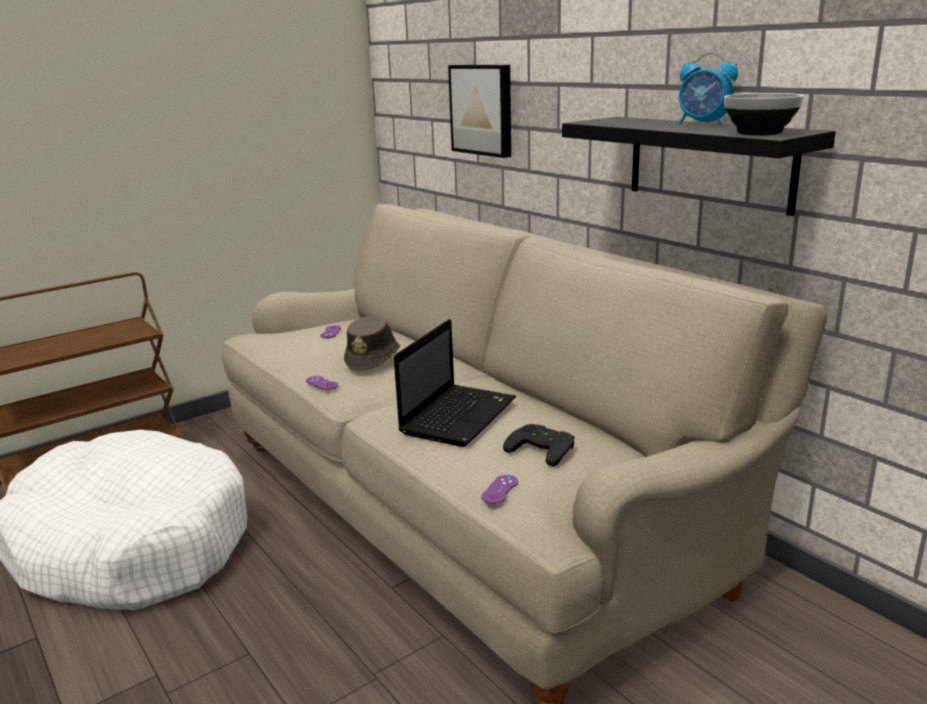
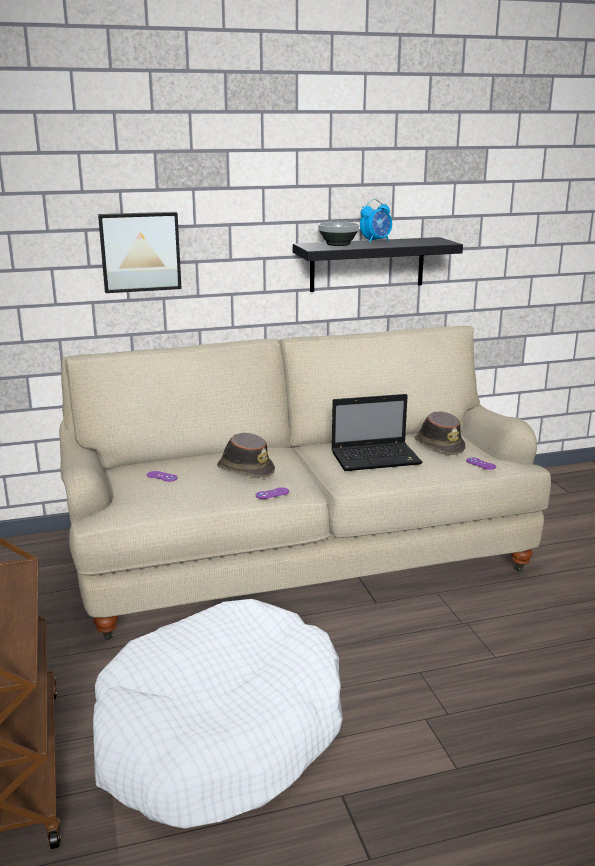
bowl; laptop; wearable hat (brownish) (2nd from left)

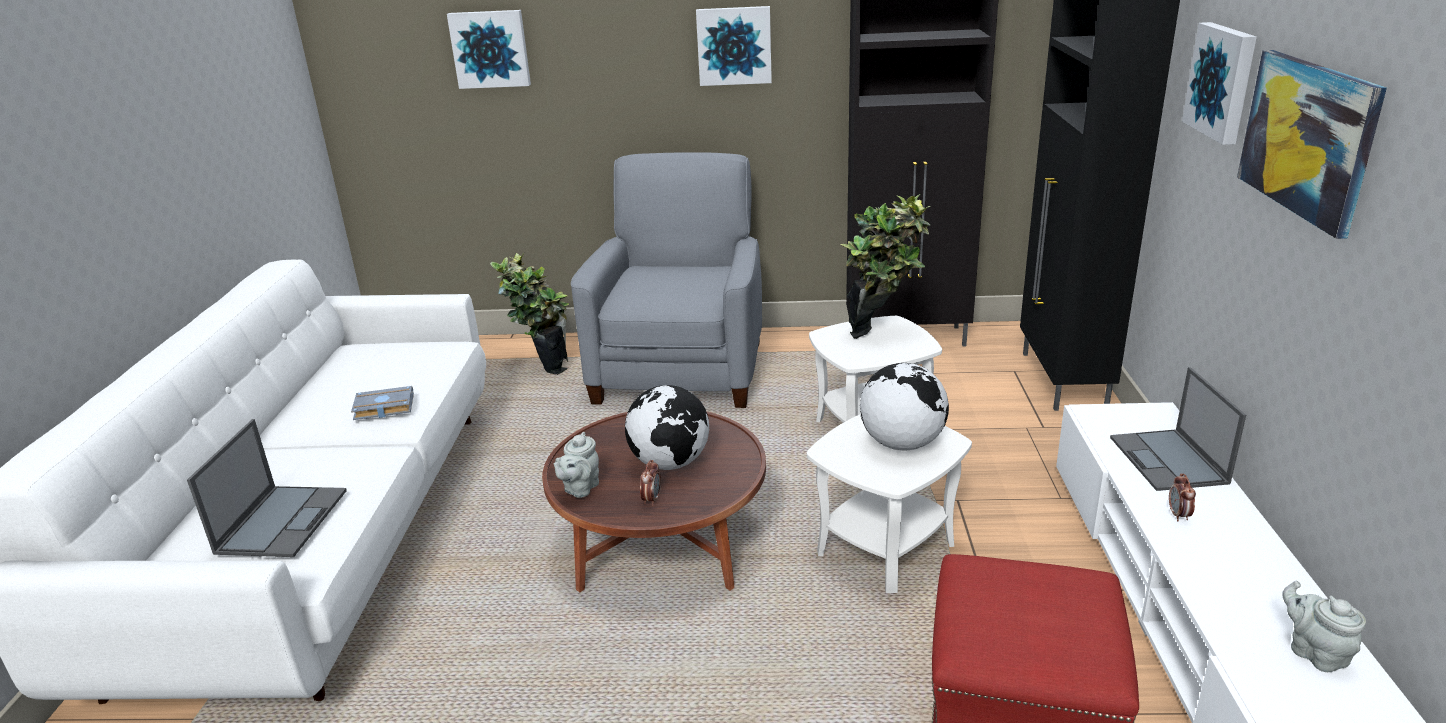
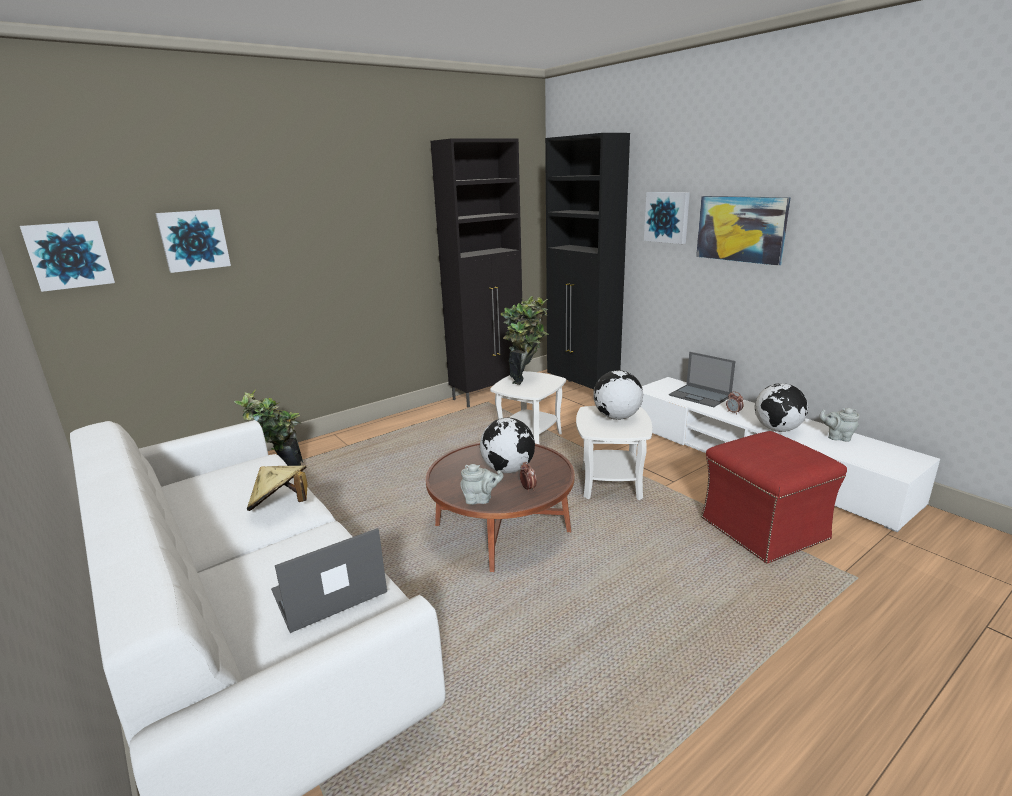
wall art (1st from left); wearable hat (beige); laptop (1st from left); tea pot (grey) (1st from left); globe (3rd from left); lounge chair (grey)

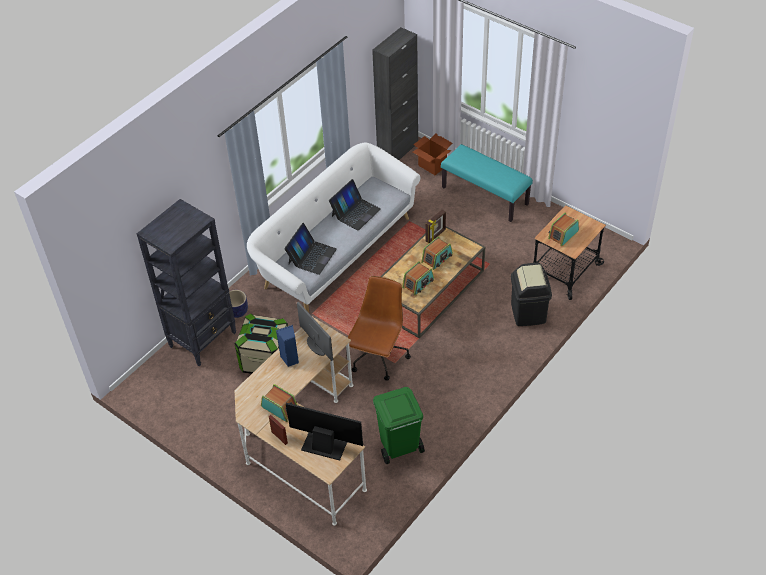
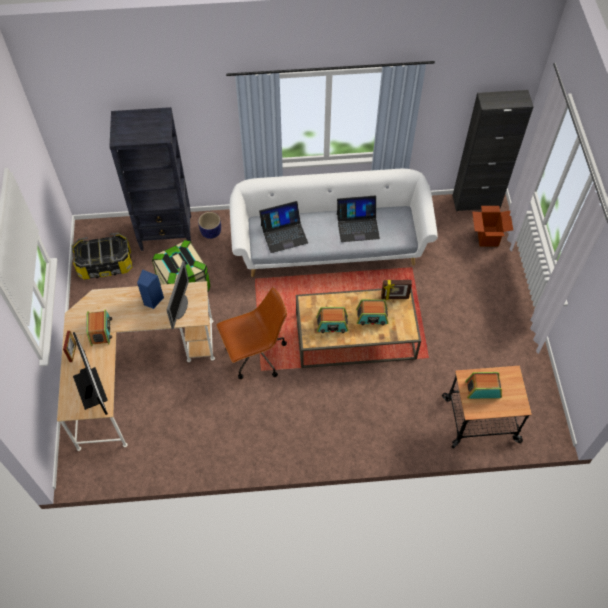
storage box (1st from left); rubbish bin (green); bench (turquoise-coloured); rubbish bin (black-coloured)

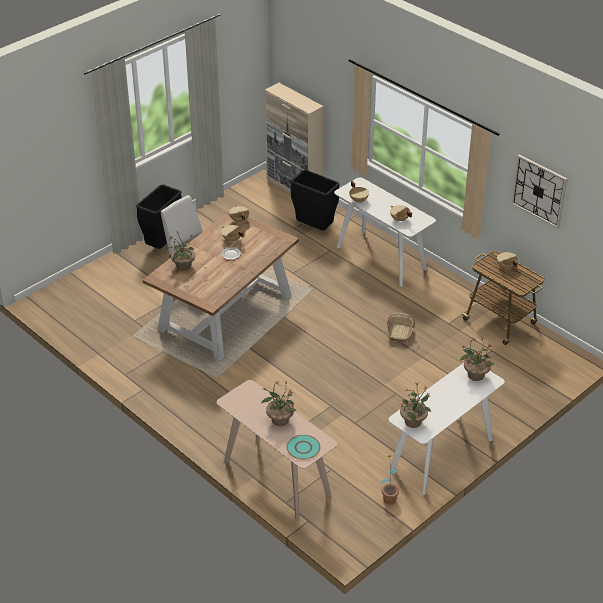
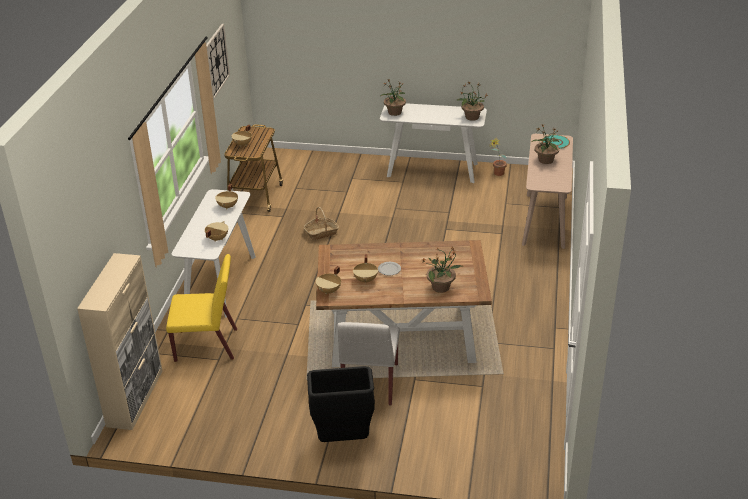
plain chair (yellow-coloured)

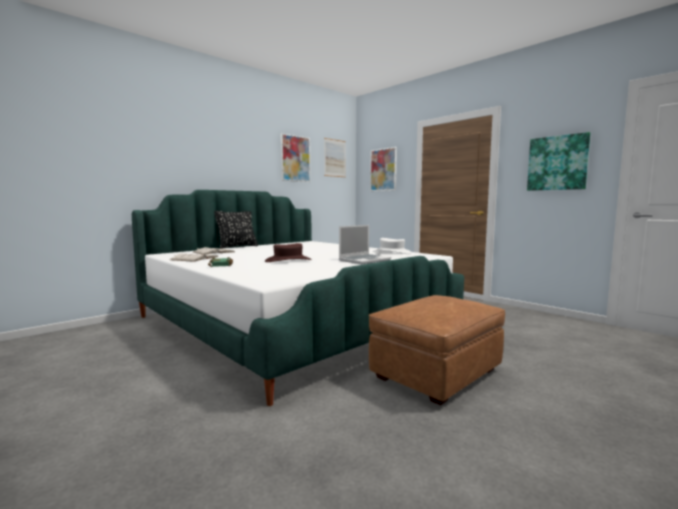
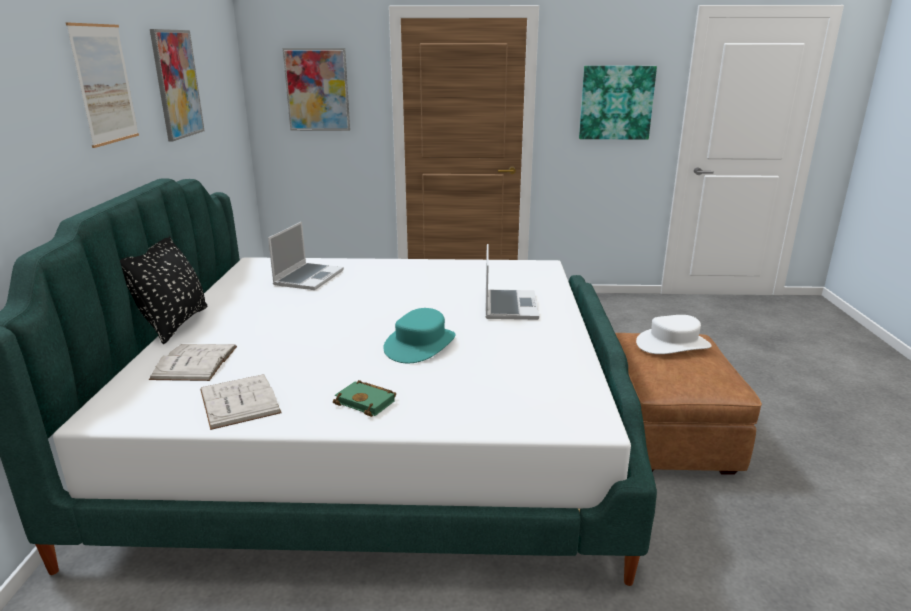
wall art (1st from left); laptop (1st from left); wearable hat (turquoise-coloured); wearable hat (white)

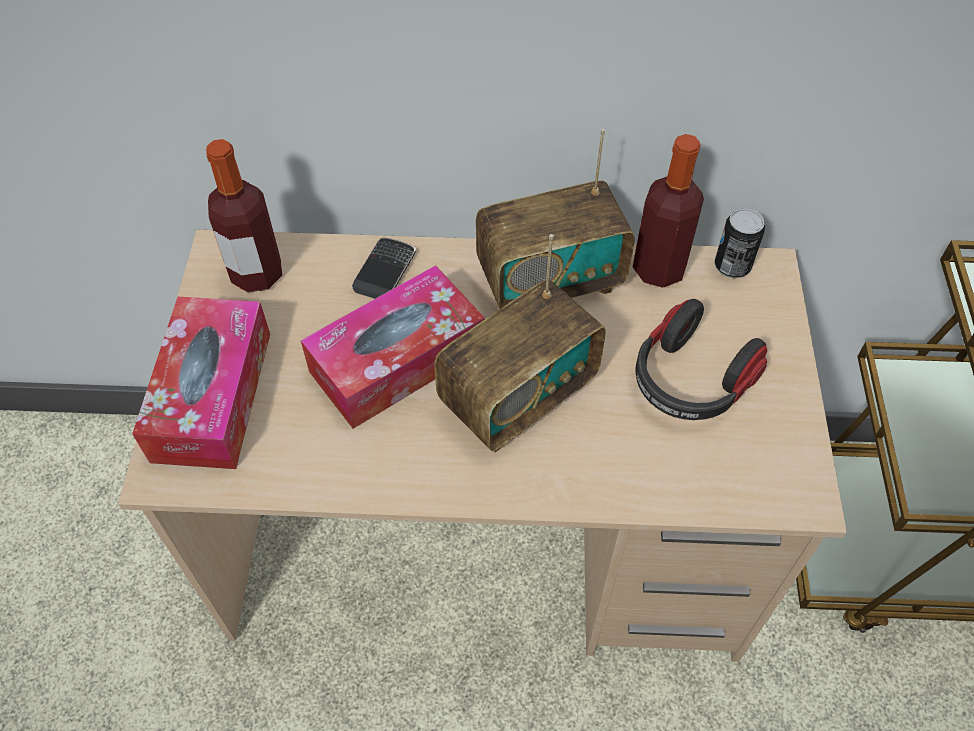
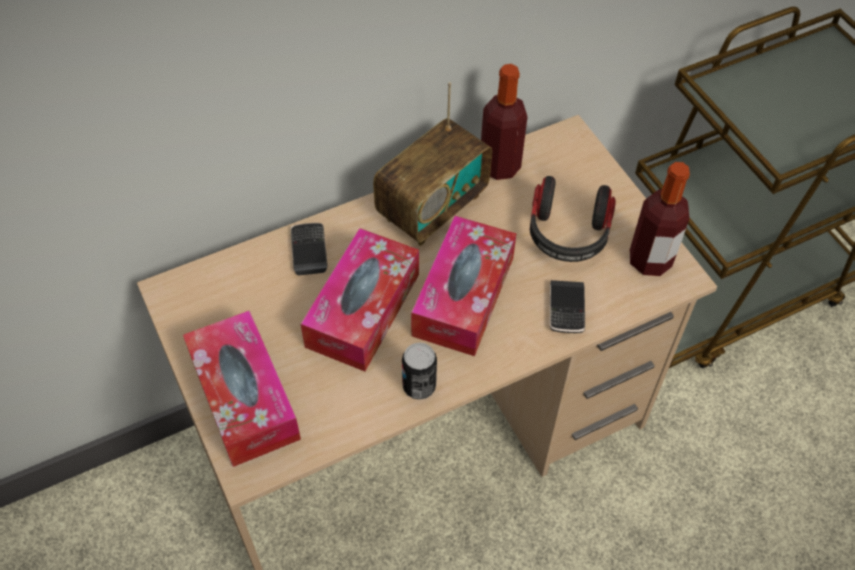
metal can; box of tissues (3rd from left); telephone (2nd from left); bottle (2nd from left)

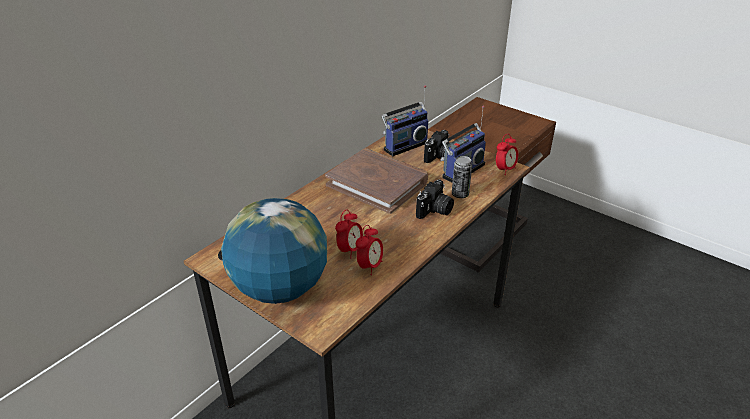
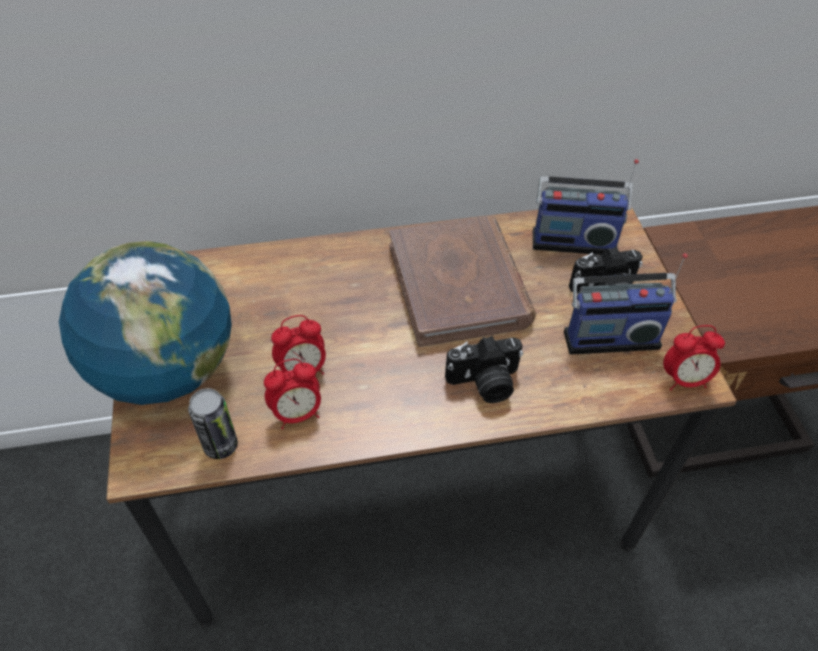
metal can

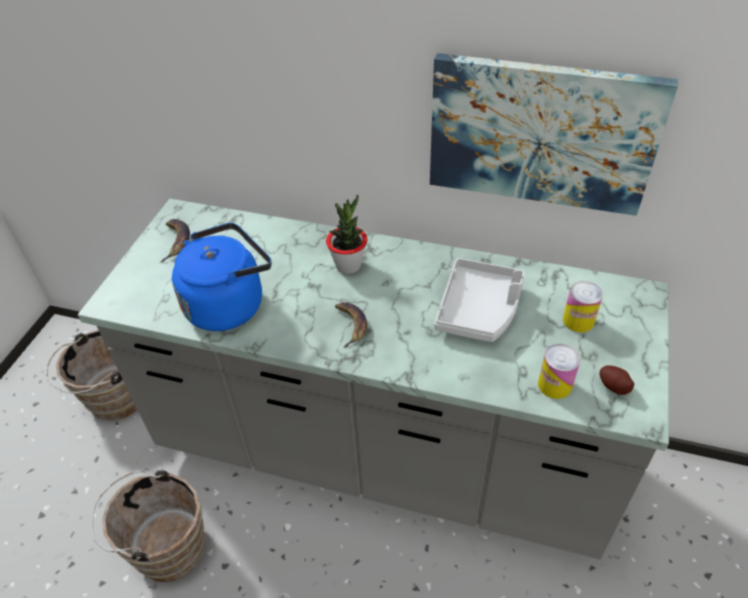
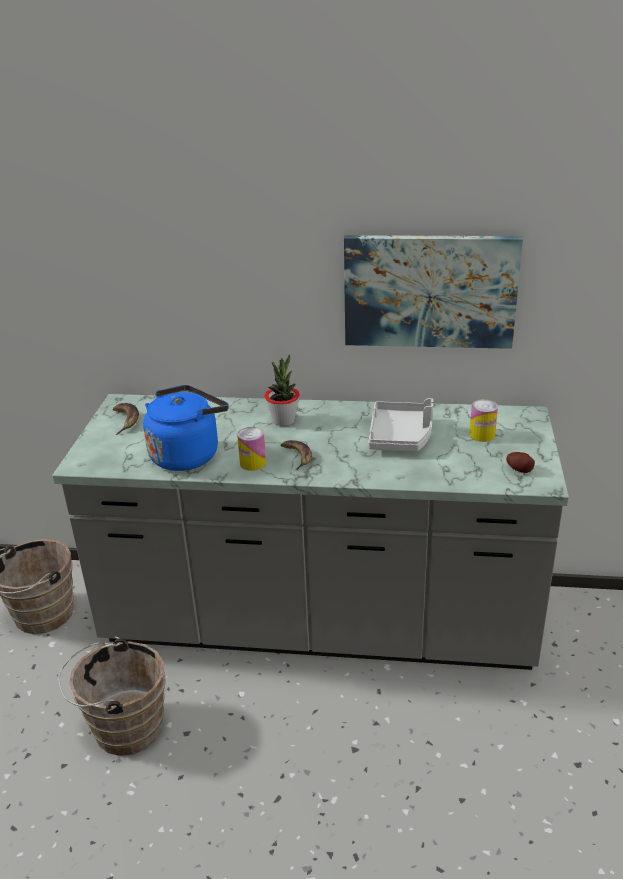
metal can (1st from left)

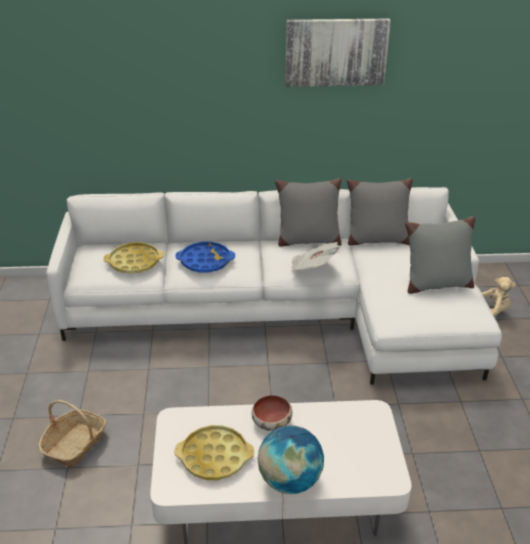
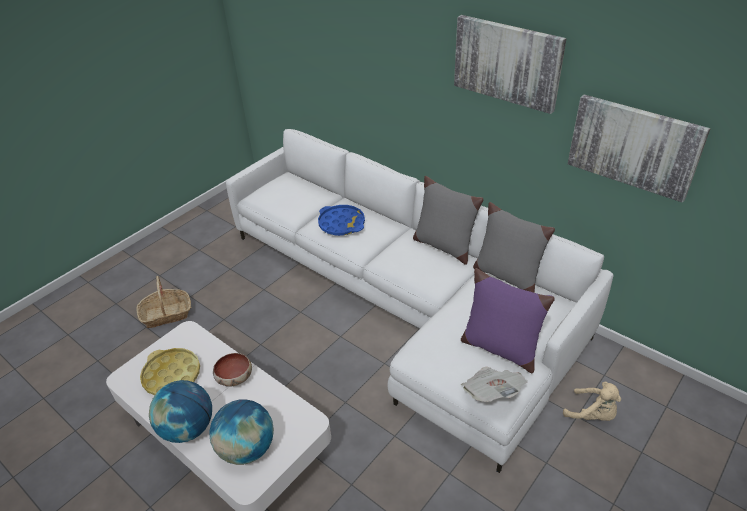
globe (2nd from left); pillow (purplish); printed paper; wall art (2nd from left); carrying tray (yellow-coloured) (1st from left in the first image)

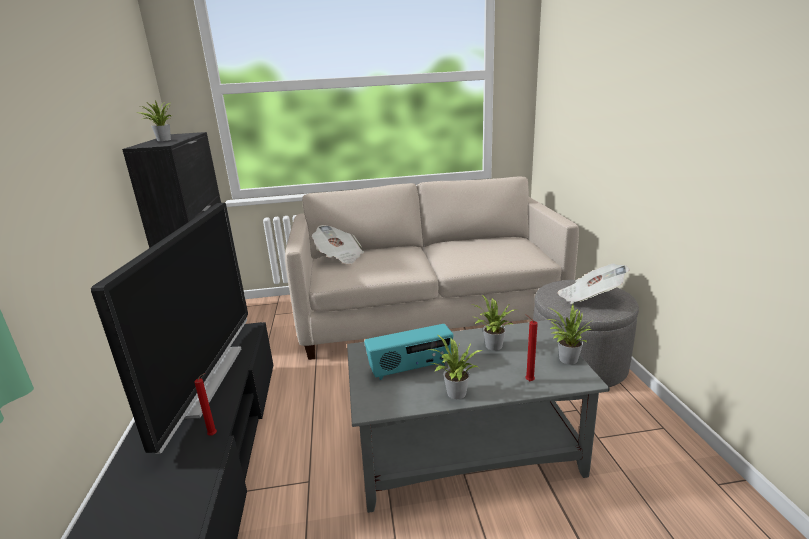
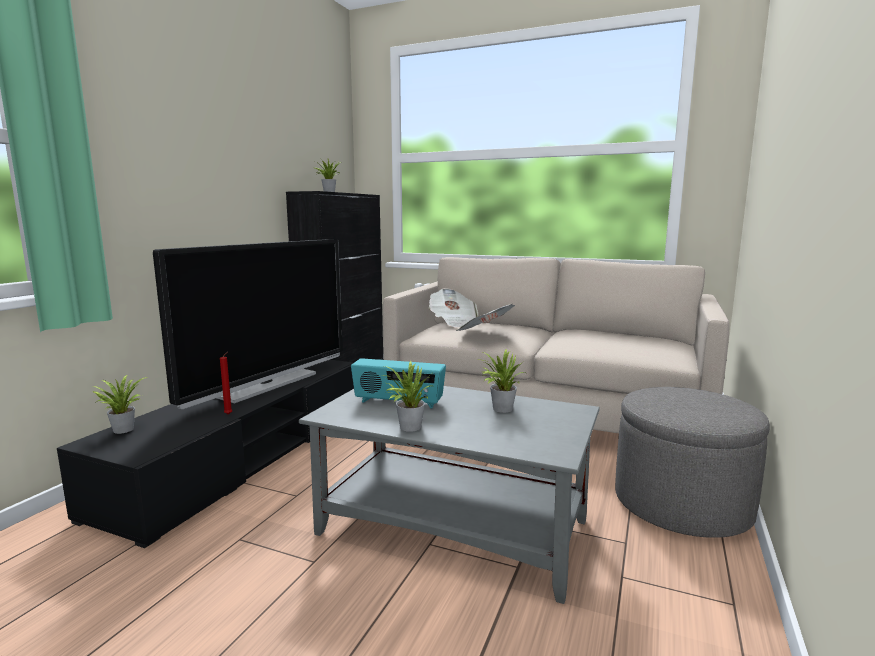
potted plant (1st from left); printed paper (2nd from left); wax candle (red) (2nd from left in the first image)

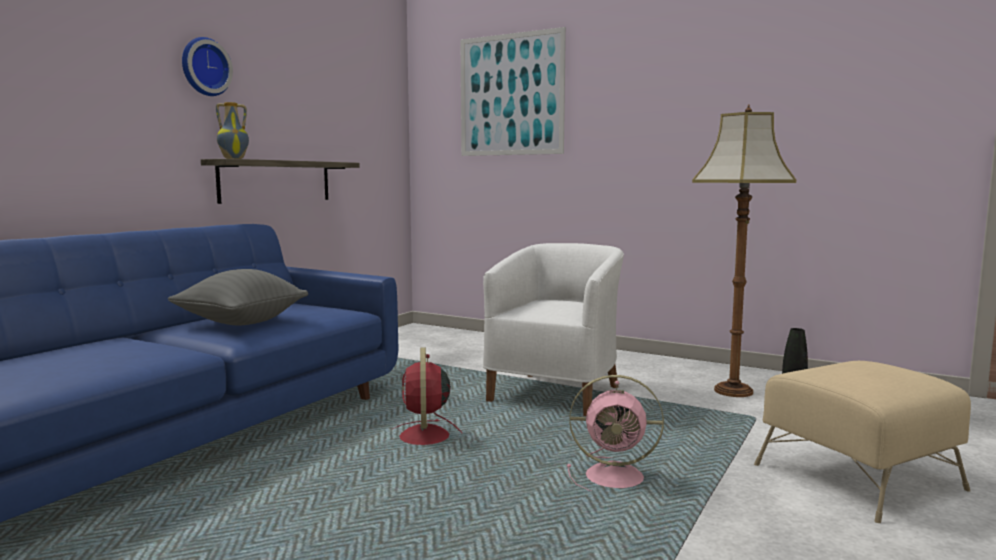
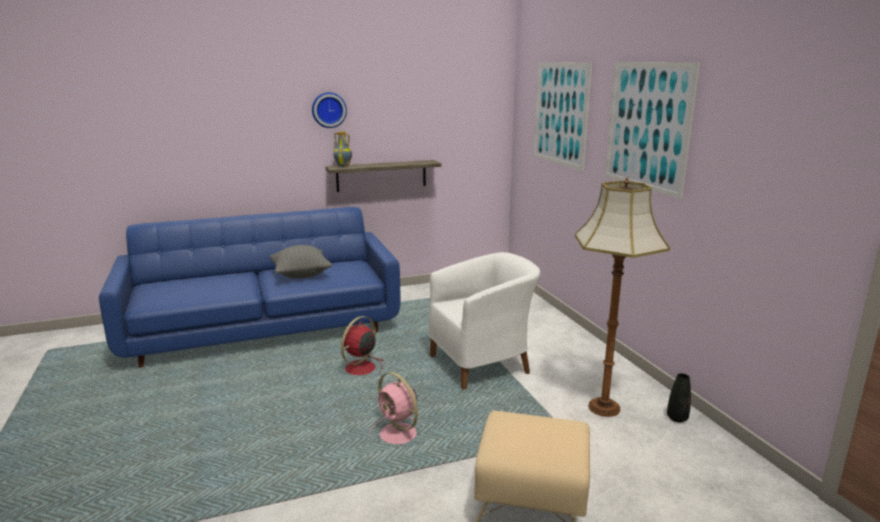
wall art (2nd from left)

